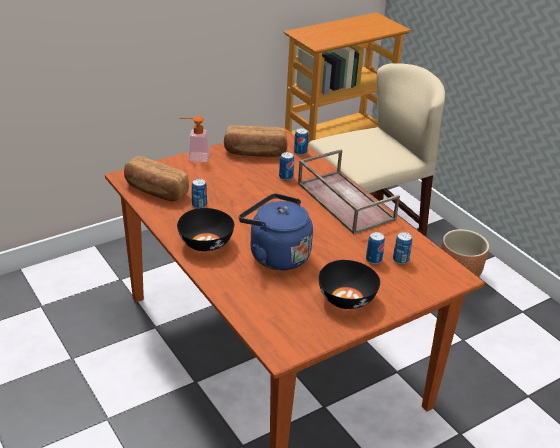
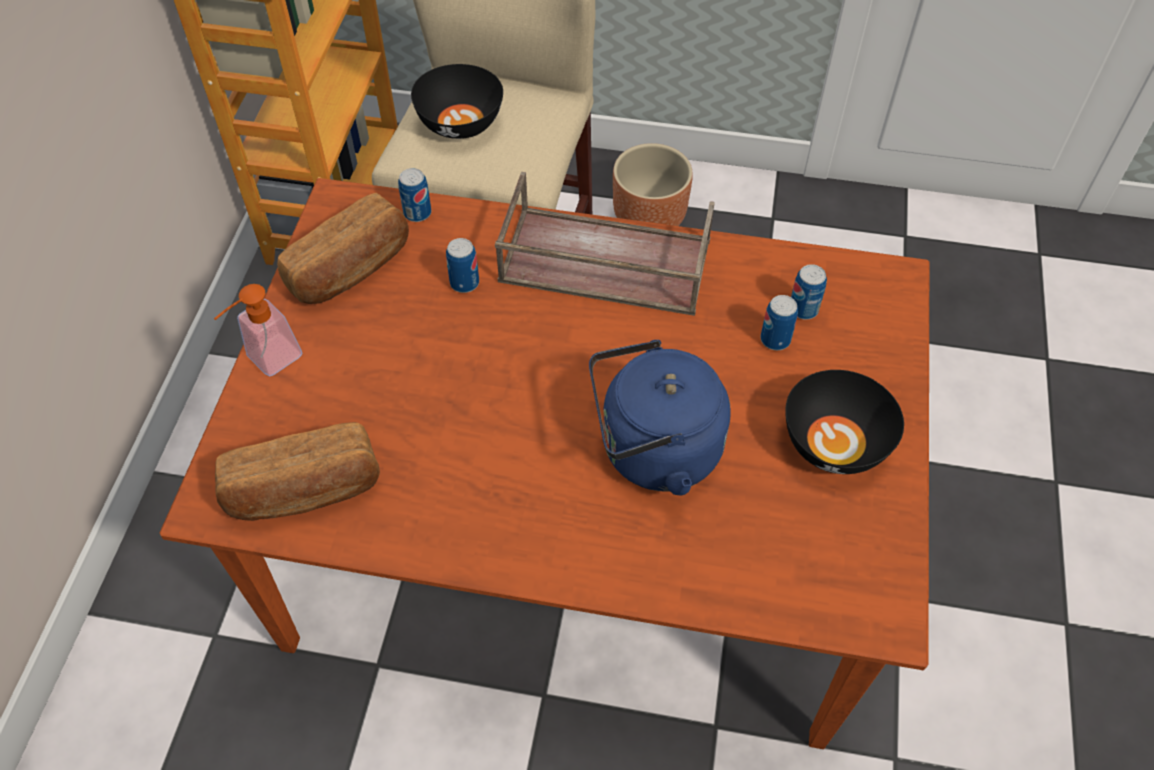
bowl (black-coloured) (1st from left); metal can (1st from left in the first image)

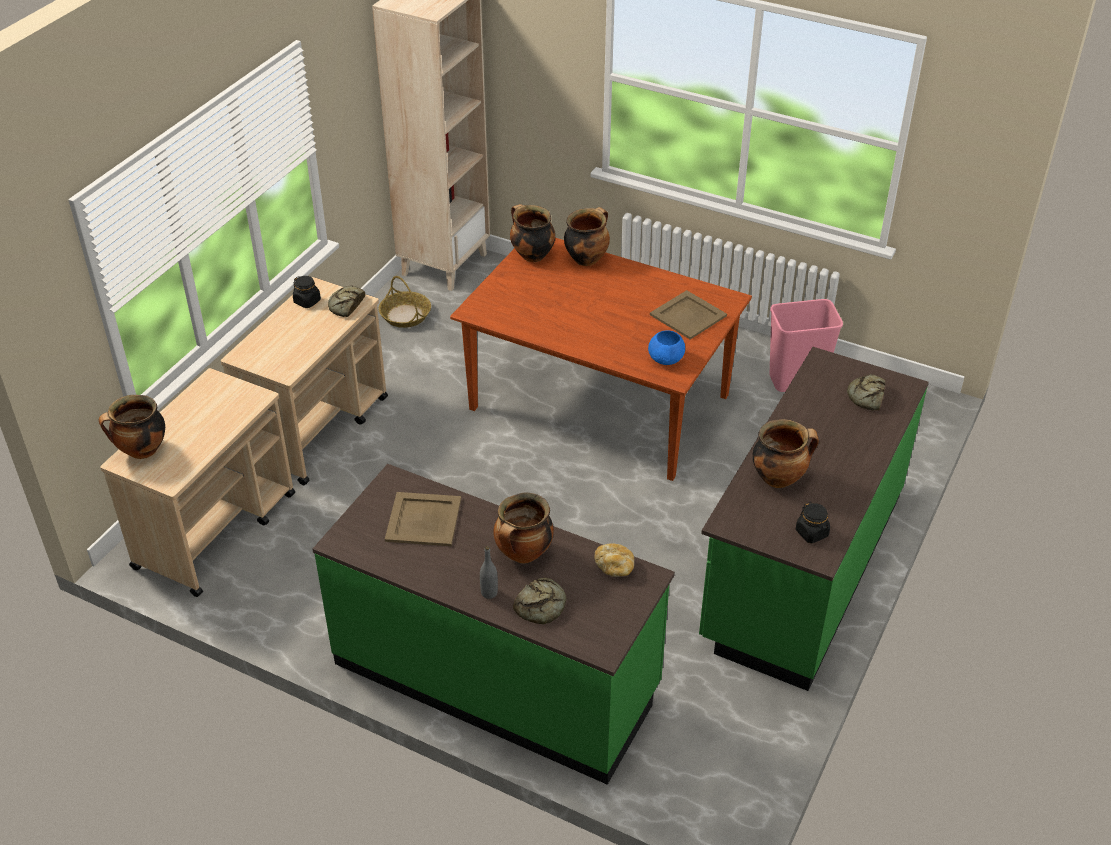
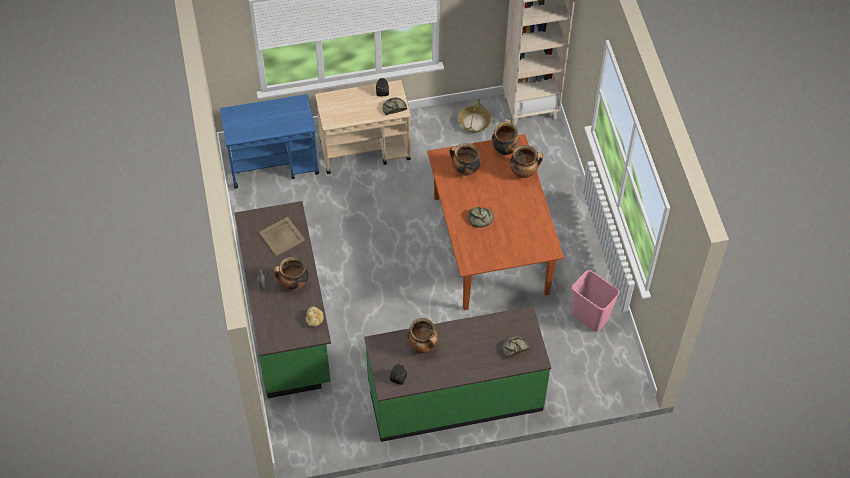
trolley (blue); cooking pot (3rd from left); baked bread (3rd from left); bowl (blue); carrying tray (beige) (2nd from left in the first image)

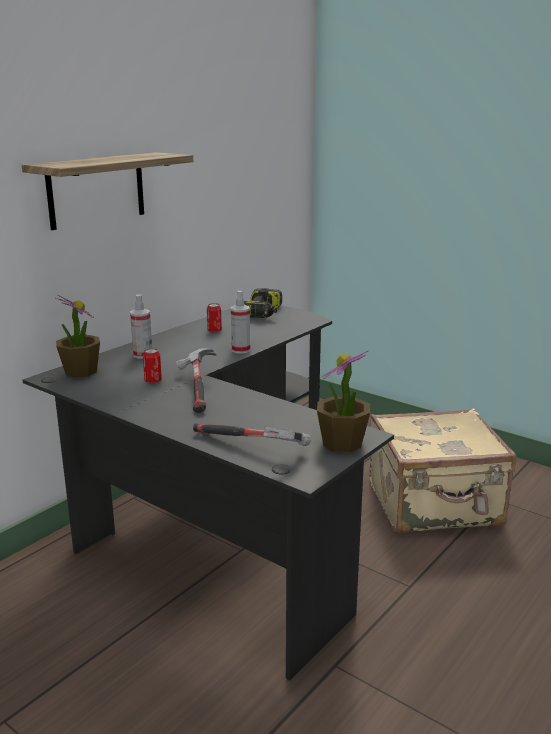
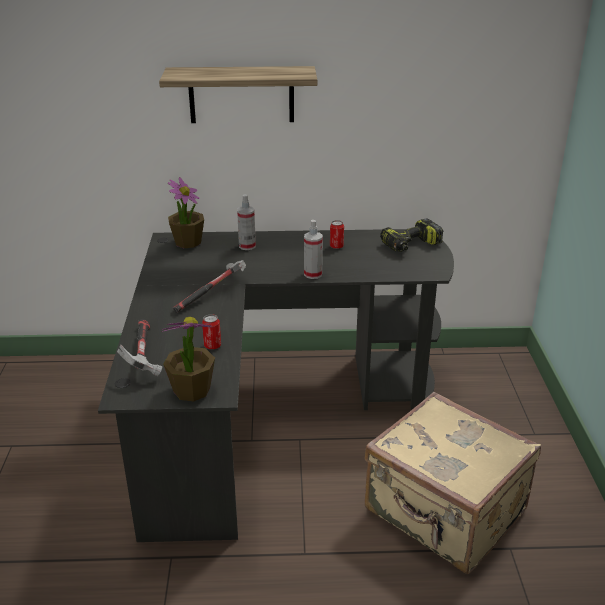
metal can (1st from left)

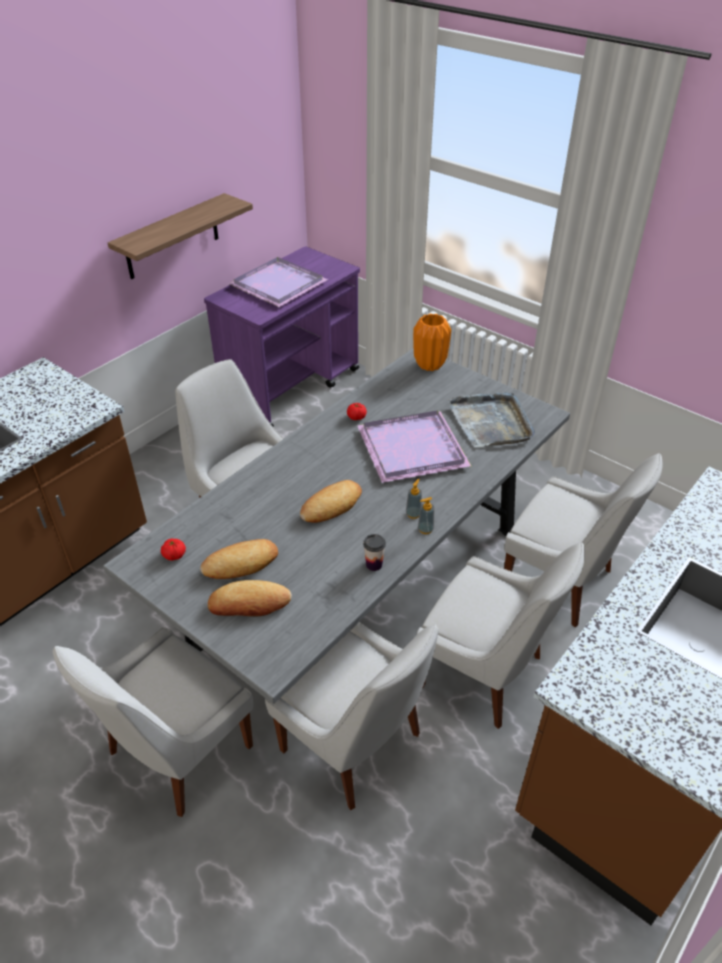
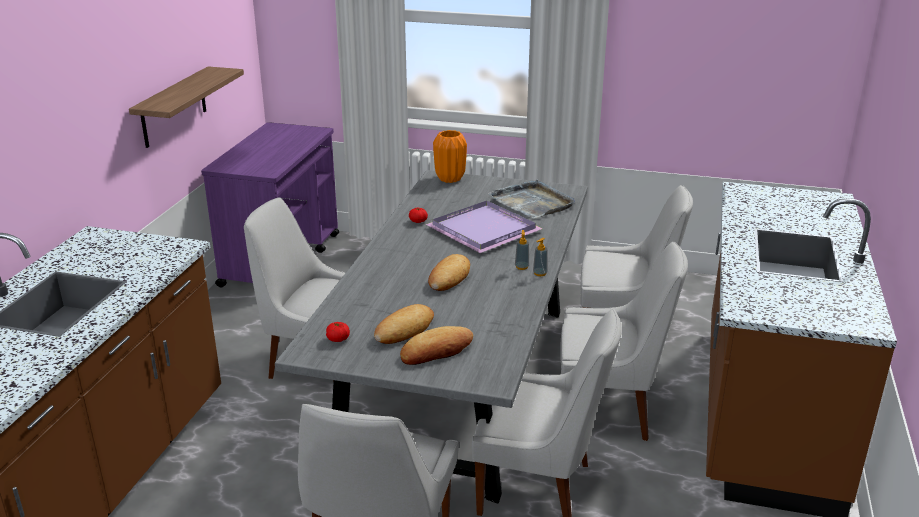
carrying tray (purplish) (1st from left in the first image); drinking cup

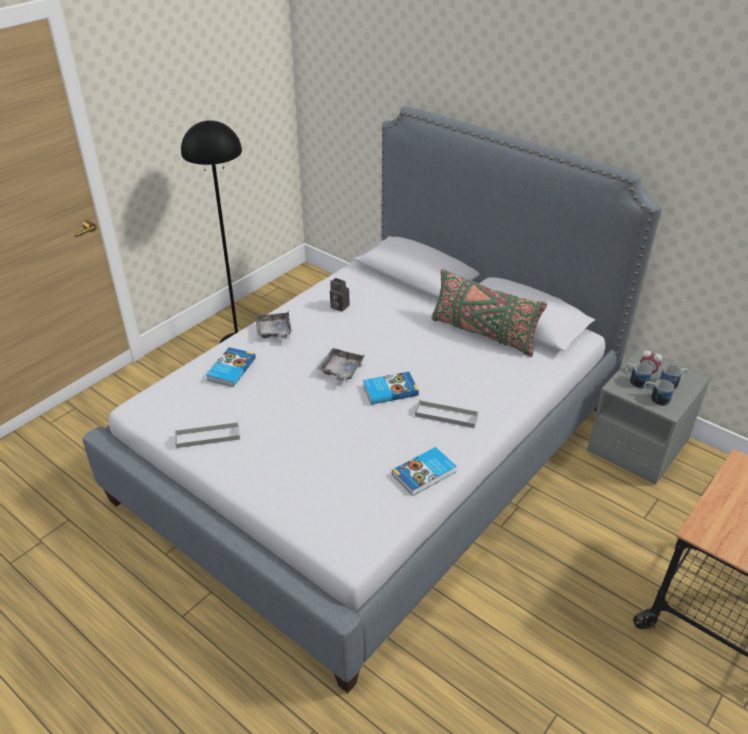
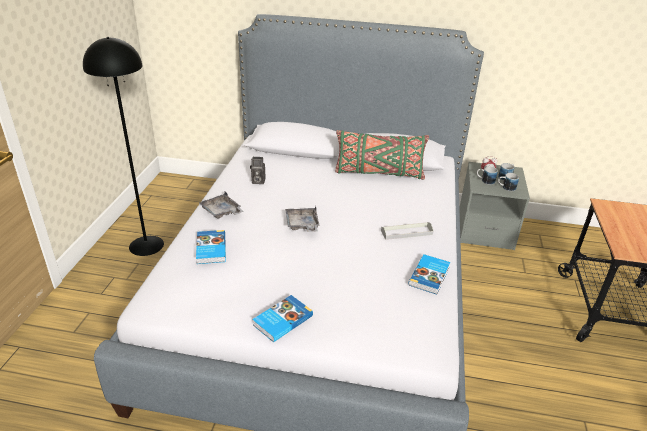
bound book (2nd from left); carrying tray (grey) (1st from left in the first image)

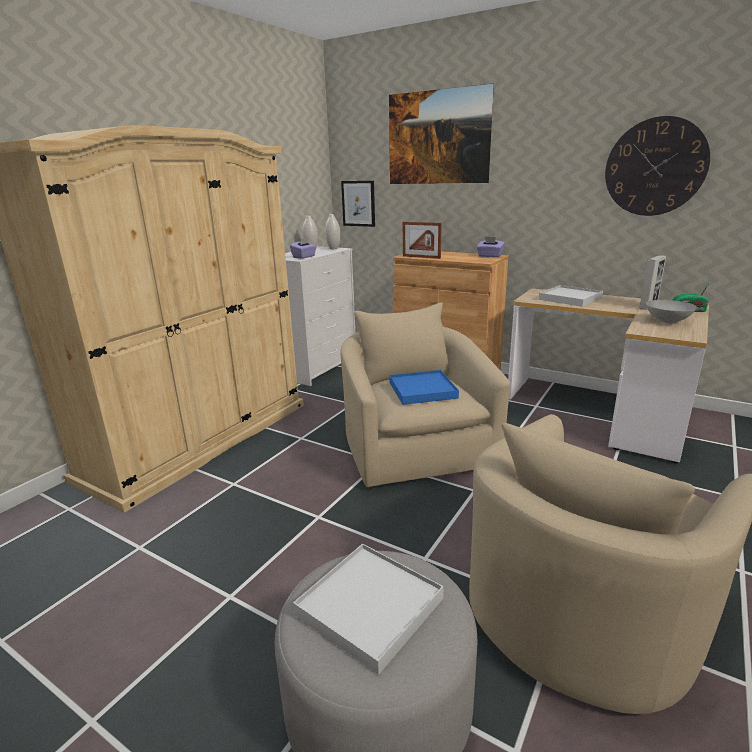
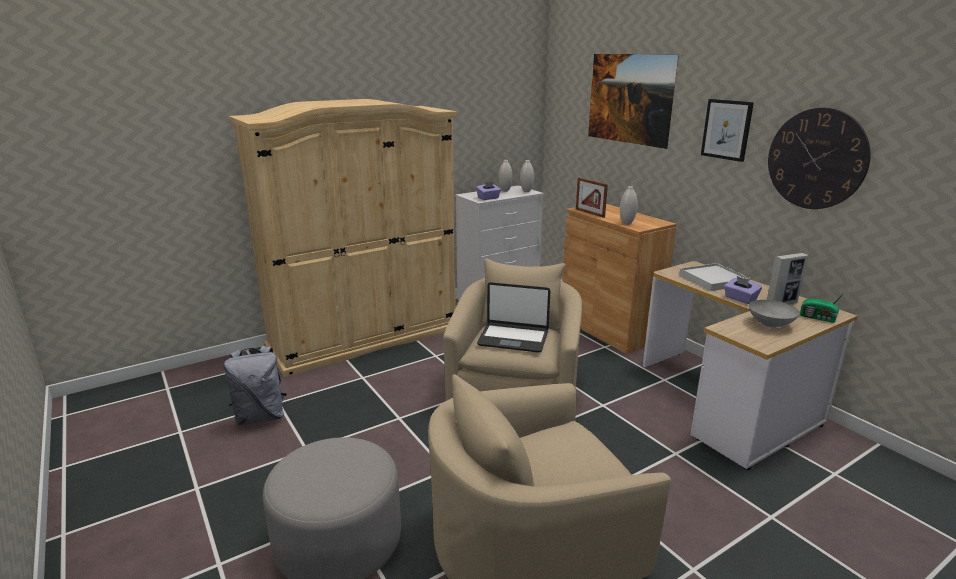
knapsack (grey); laptop; vase (white) (3rd from left); wall art (2nd from left); box of tissues (purplish) (2nd from left); carrying tray (white) (1st from left in the first image)

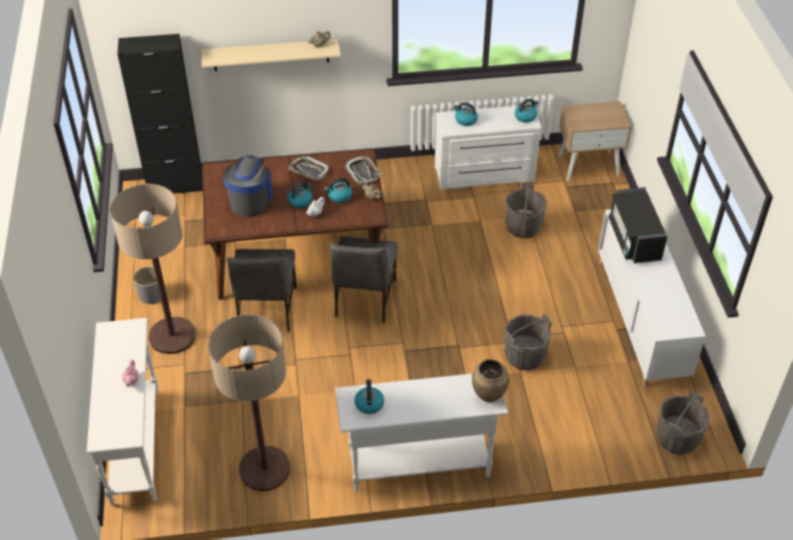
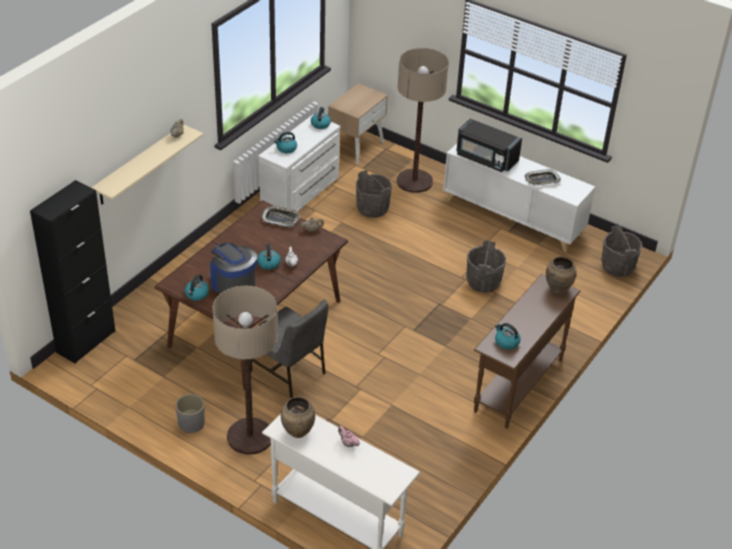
tea kettle (1st from left); vase (brownish) (1st from left); standing lamp (2nd from left); narrow table (brownish); carrying tray (2nd from left); plain chair (grey) (2nd from left in the first image)

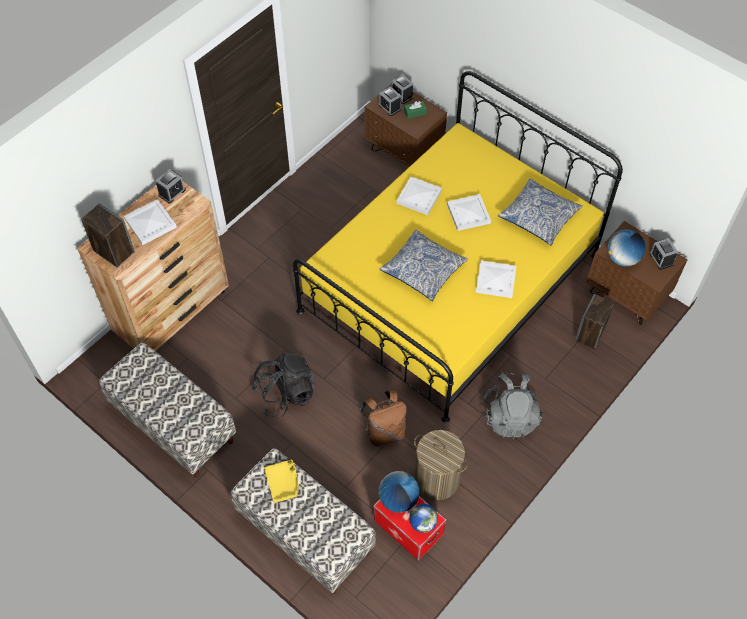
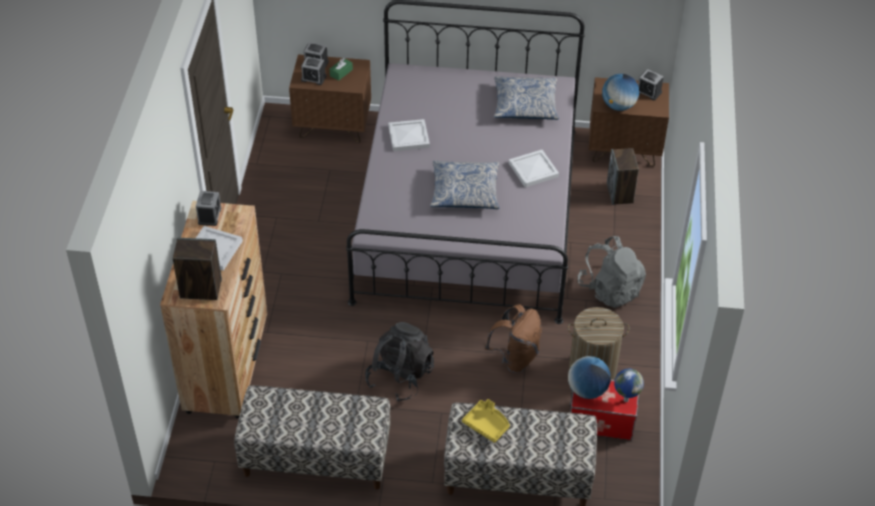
bed (grey); carrying tray (white) (3rd from left in the first image)

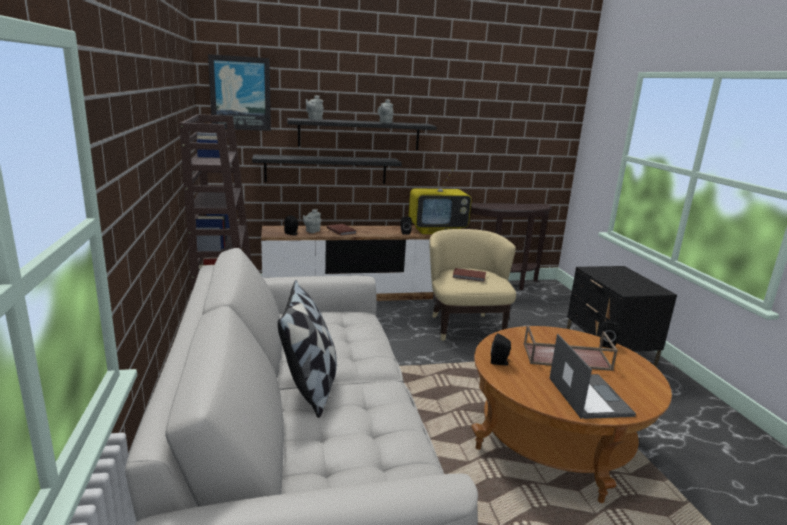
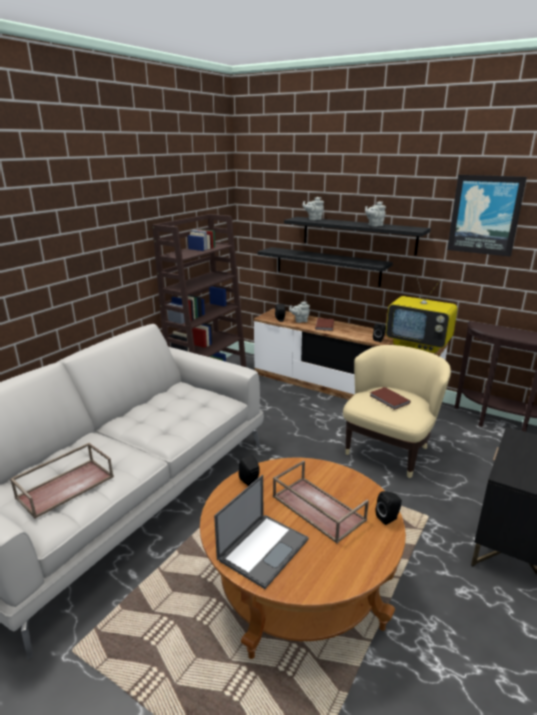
carrying tray (brownish) (1st from left); wall art; pillow

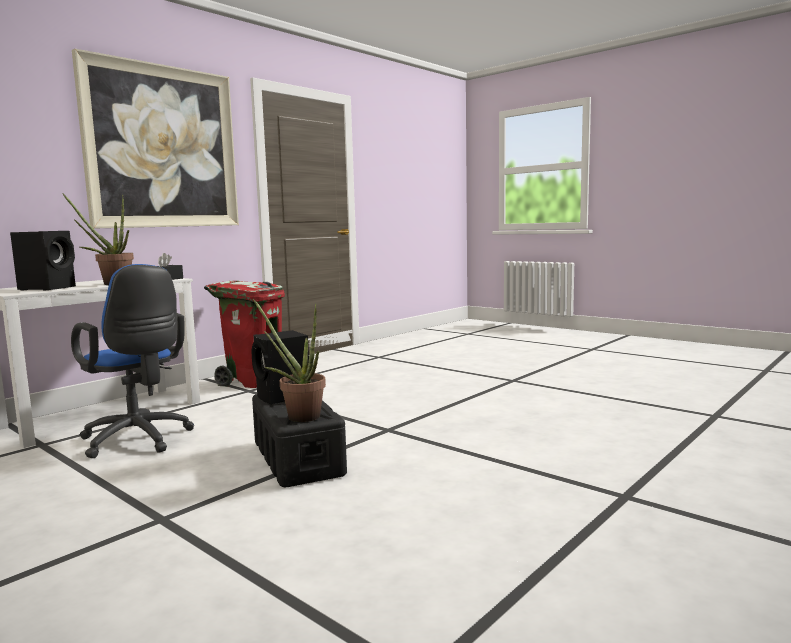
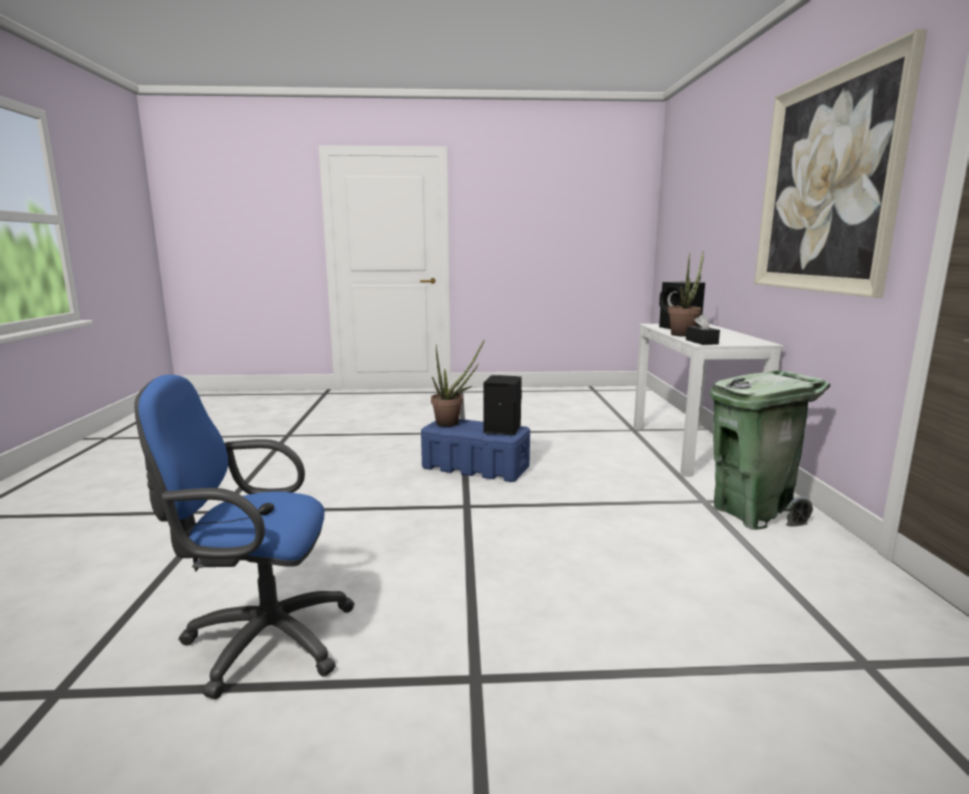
desk chair (blue); storage box (blue); rubbish bin (green)

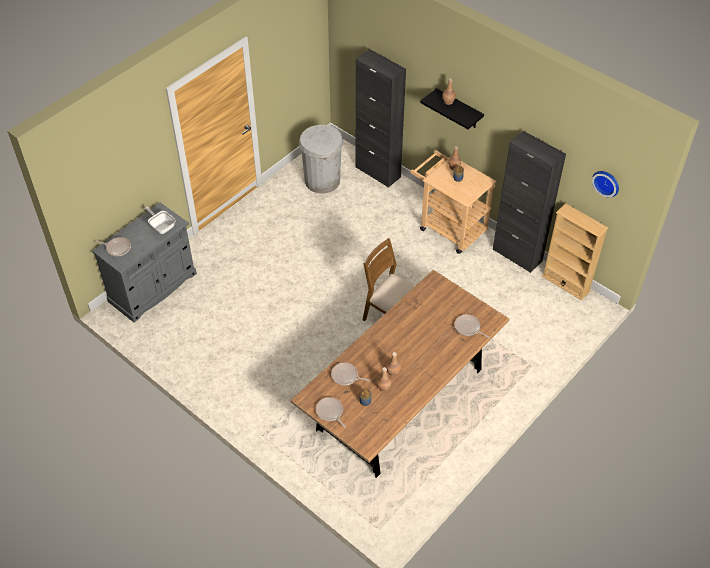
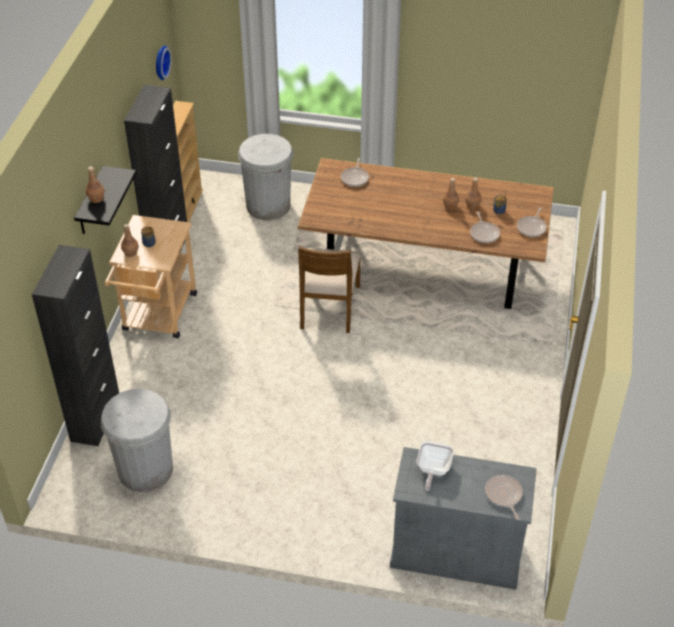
rubbish bin (white) (2nd from left)

